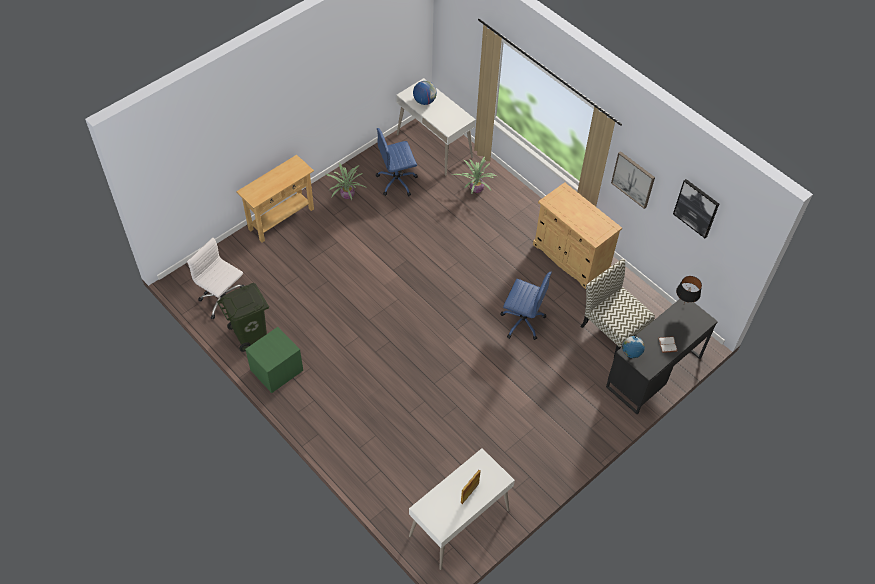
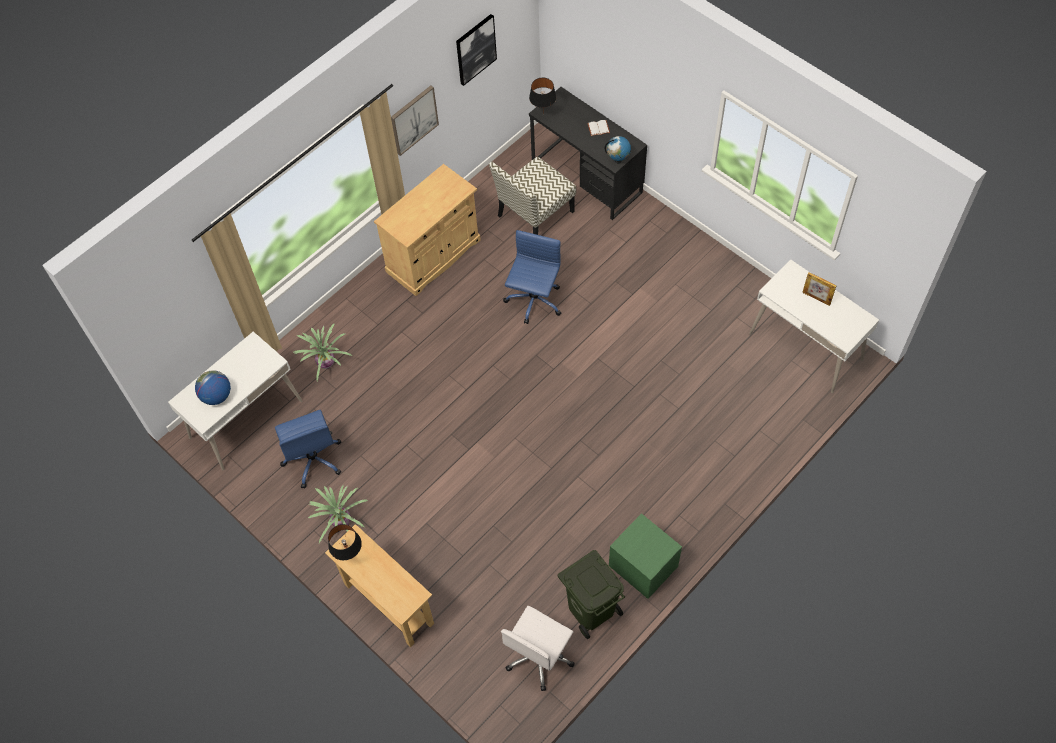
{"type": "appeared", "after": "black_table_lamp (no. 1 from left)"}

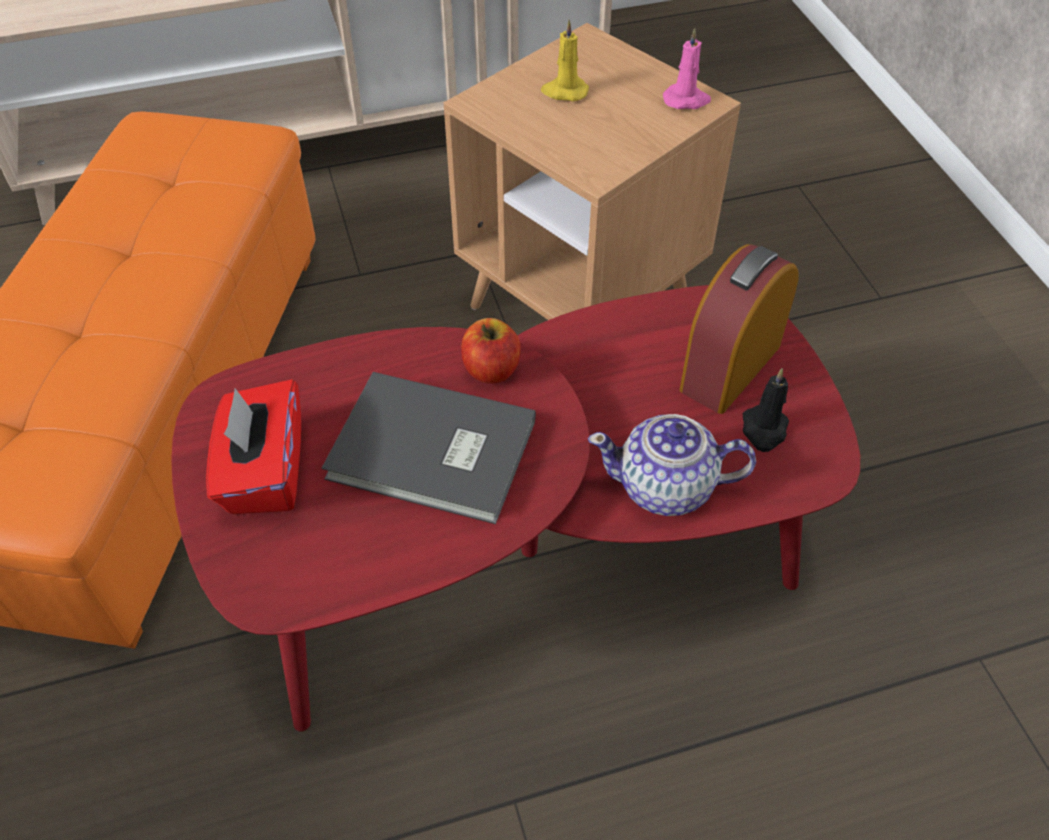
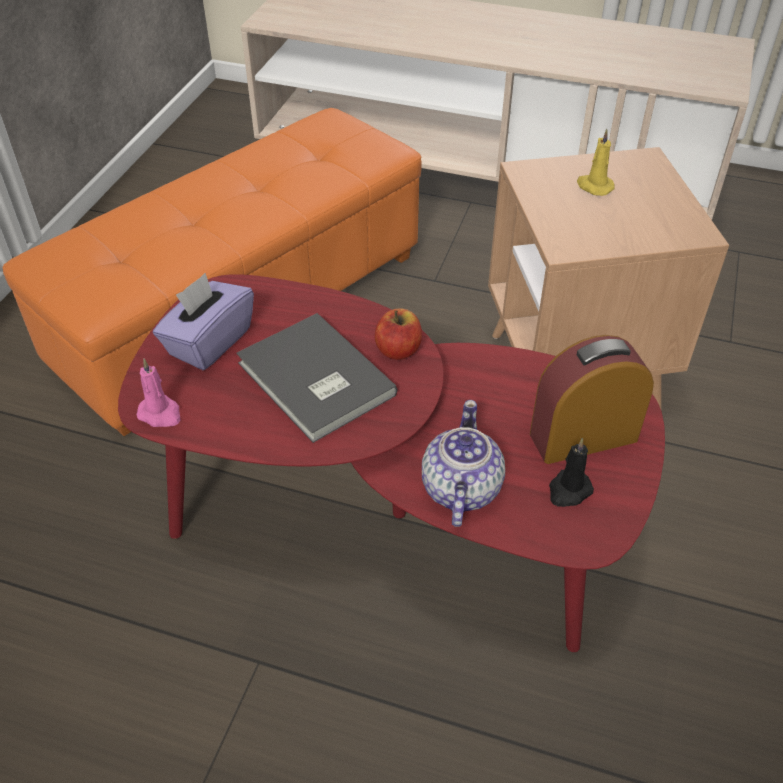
{"type": "relocated", "before": "pink_candle"}
{"type": "colour", "before": "red_tissue_box", "after": "purple_tissue_box"}
{"type": "spun", "before": "teapot", "turn": 60}

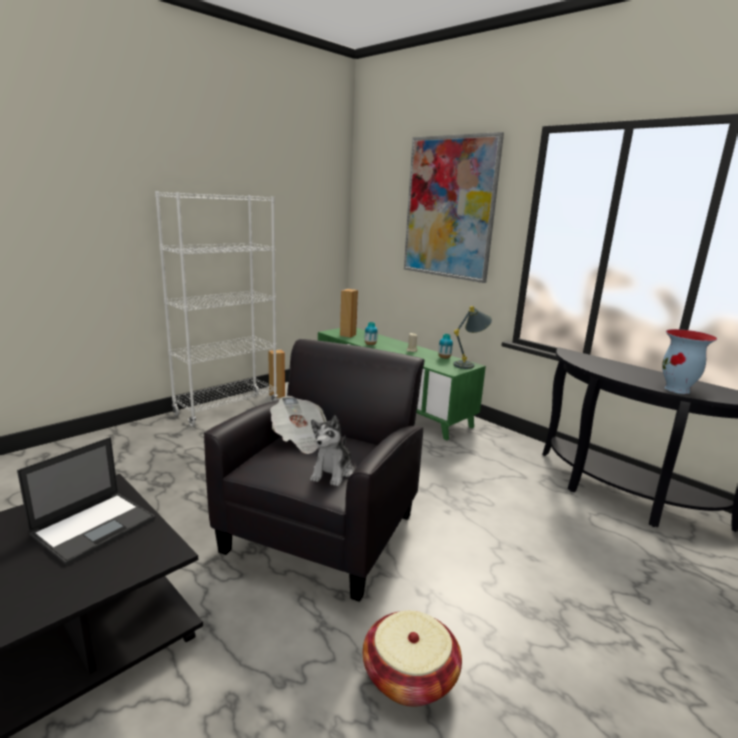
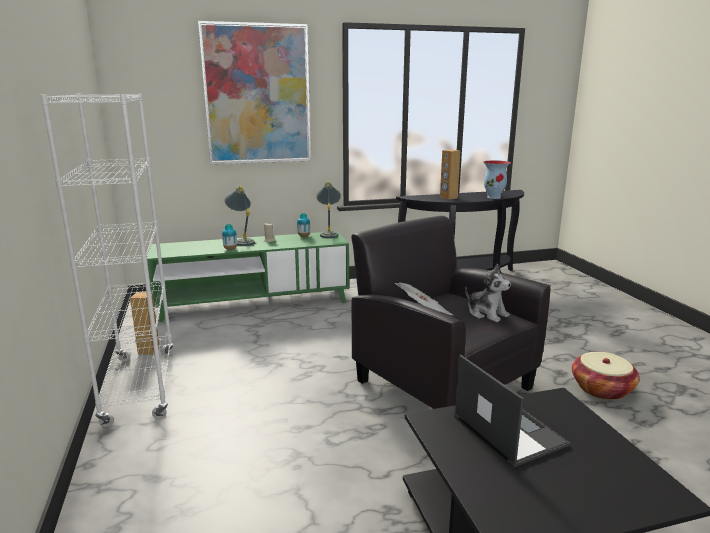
{"type": "appeared", "after": "grey_table_lamp (no. 1 from left)"}
{"type": "relocated", "before": "brown_speaker (no. 2 from left)"}

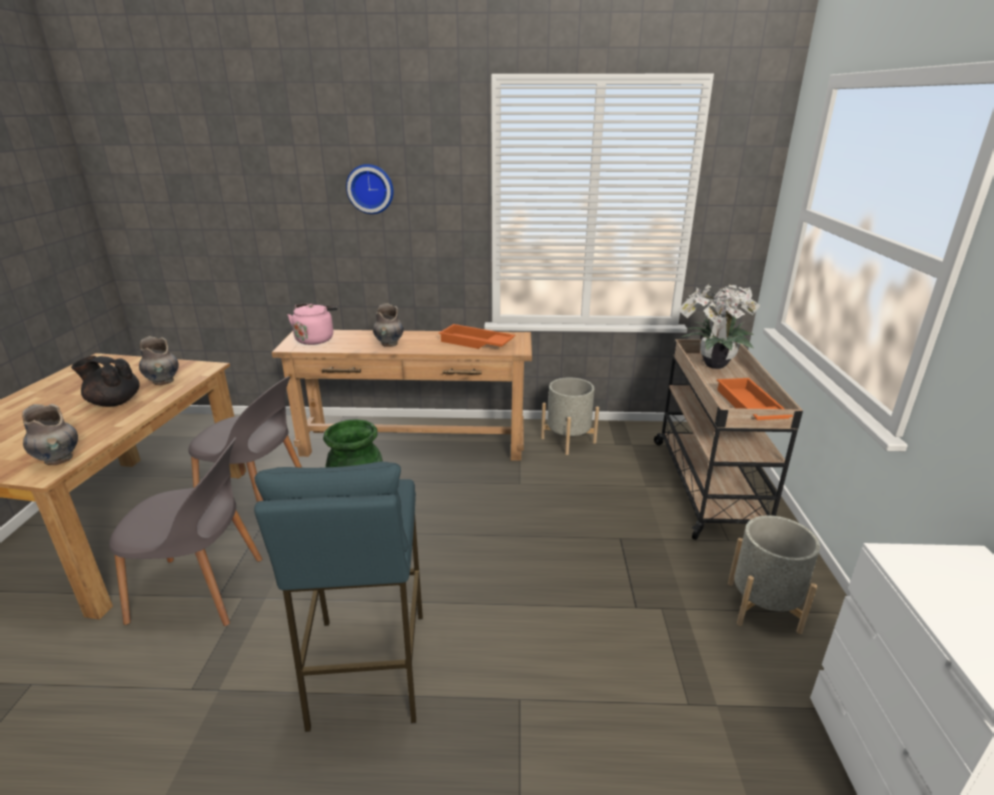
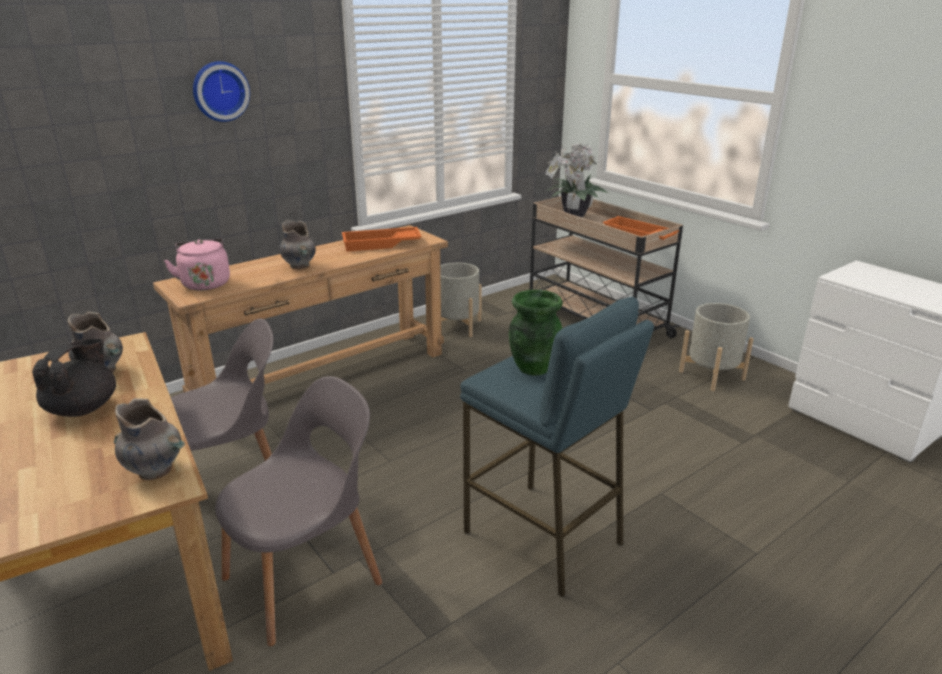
{"type": "spun", "before": "black_teapot", "turn": 135}

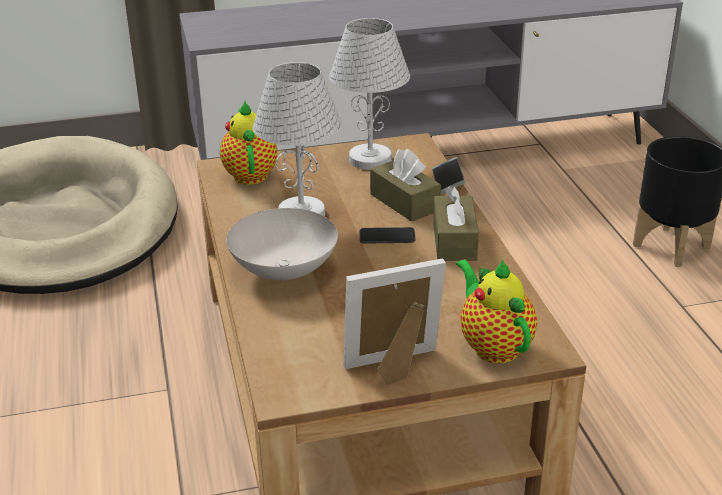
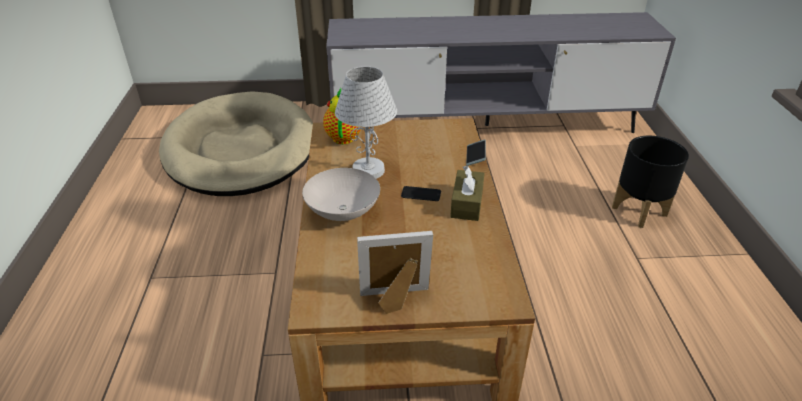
{"type": "missing", "before": "white_table_lamp (no. 2 from left)"}
{"type": "missing", "before": "brown_tissue_box (no. 1 from left)"}
{"type": "missing", "before": "teapot (no. 2 from left)"}

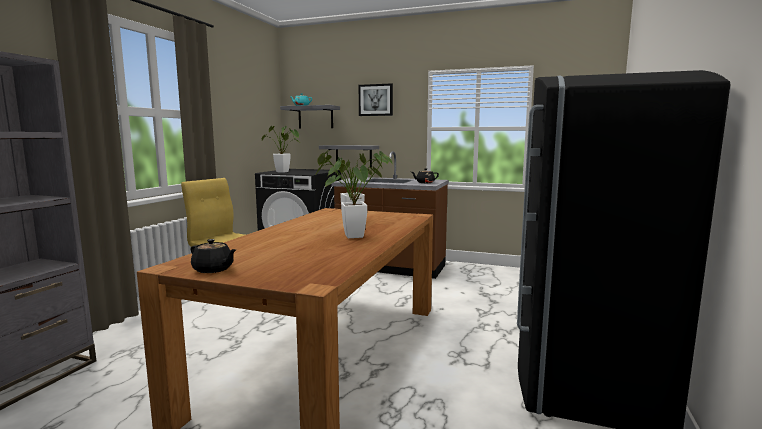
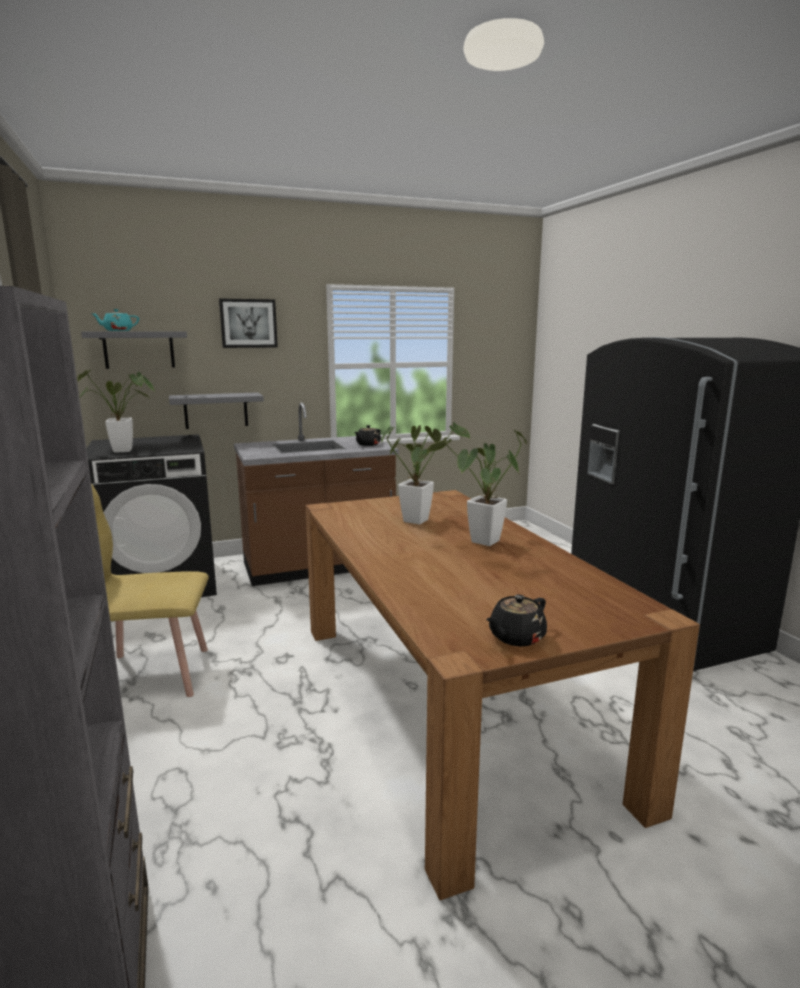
{"type": "spun", "before": "black_teapot (no. 1 from left in the first image)", "turn": 150}

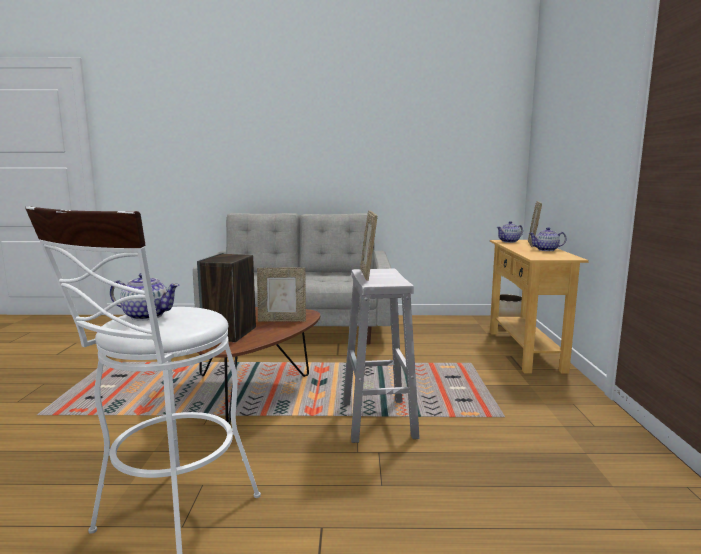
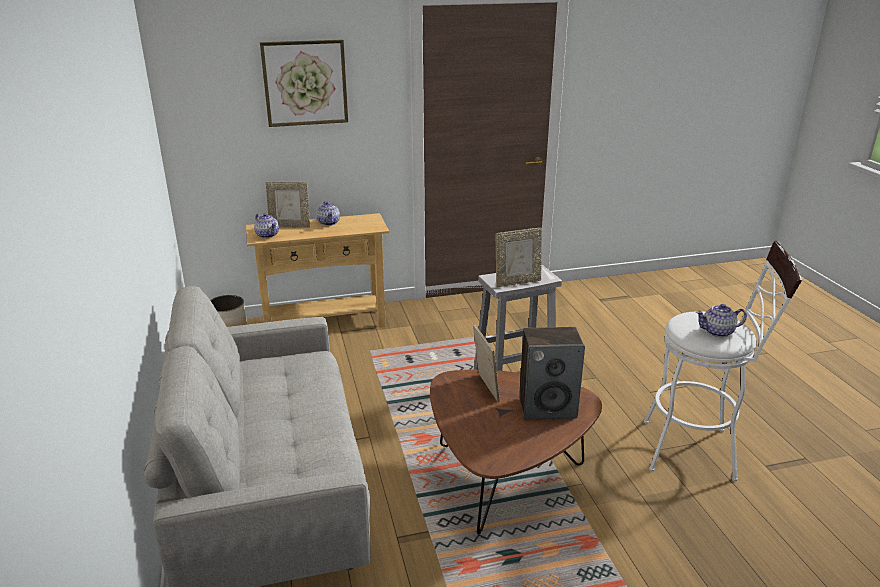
{"type": "appeared", "after": "picture"}
{"type": "spun", "before": "teapot (no. 1 from left in the first image)", "turn": -90}

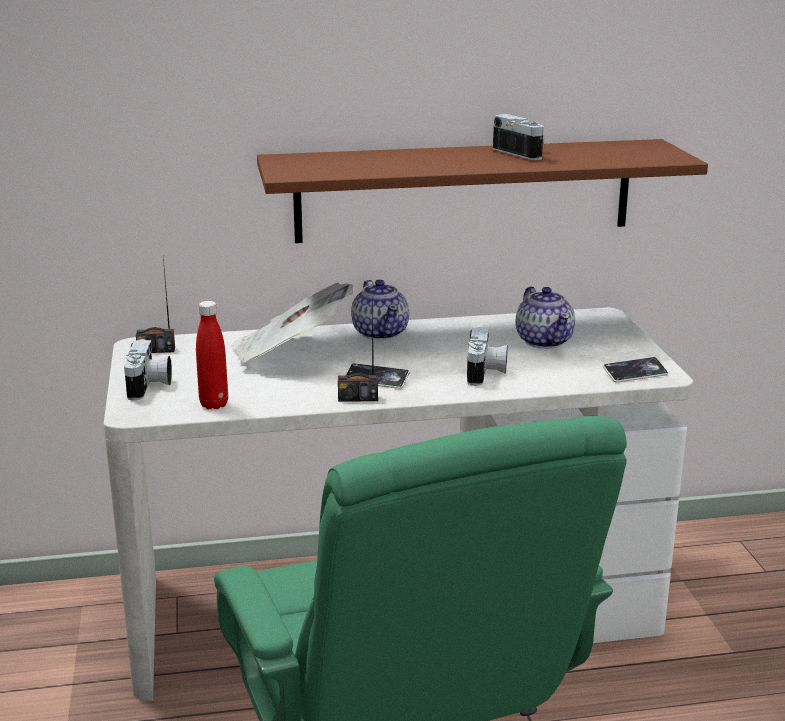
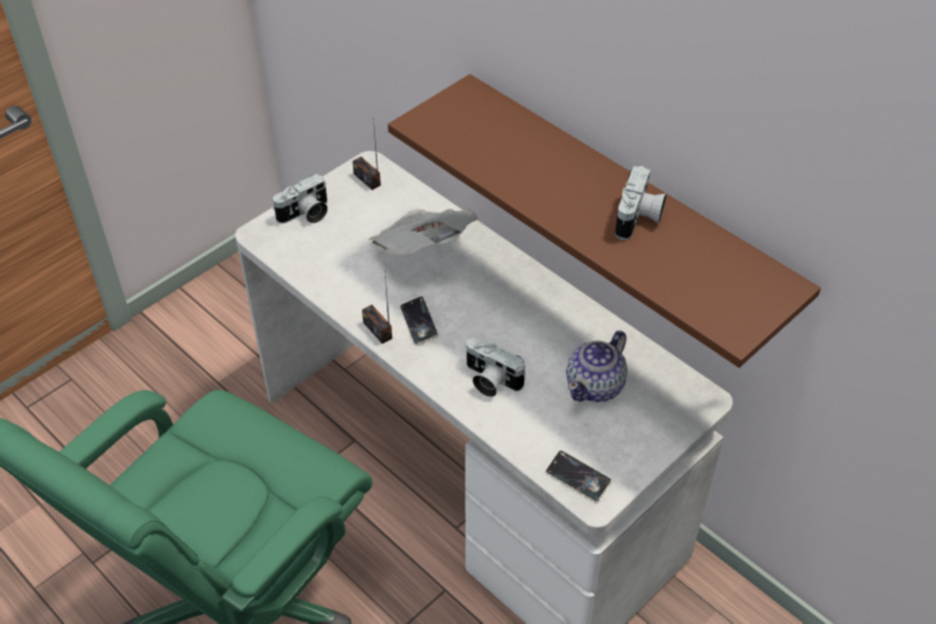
{"type": "missing", "before": "red_bottle"}
{"type": "missing", "before": "teapot (no. 1 from left)"}
{"type": "spun", "before": "photo_camera (no. 2 from left)", "turn": 60}

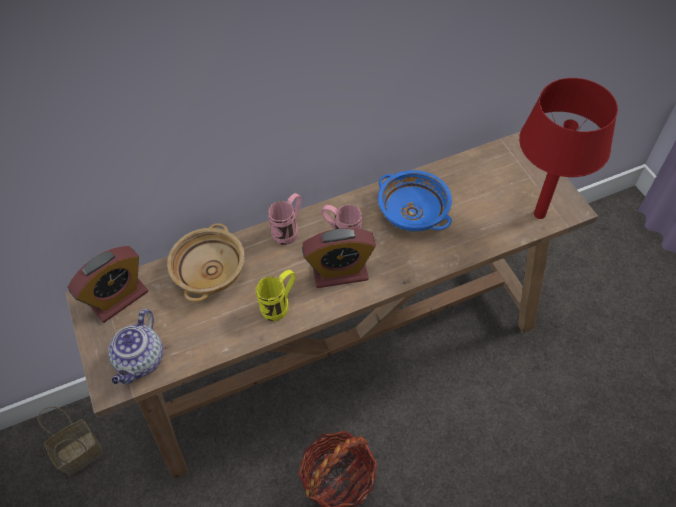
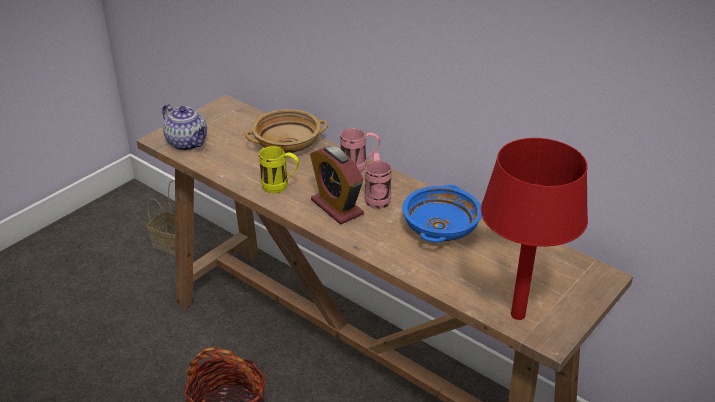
{"type": "missing", "before": "alarm_clock (no. 1 from left)"}
{"type": "spun", "before": "teapot", "turn": -120}

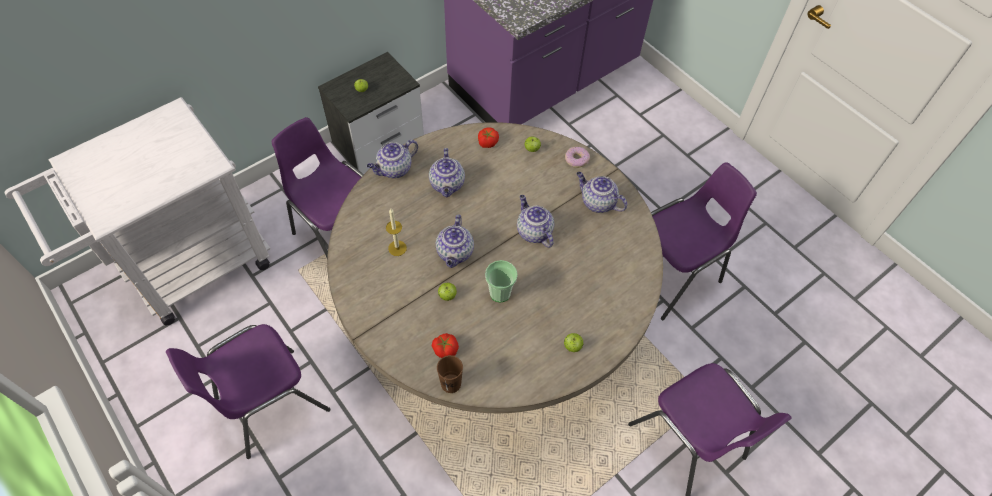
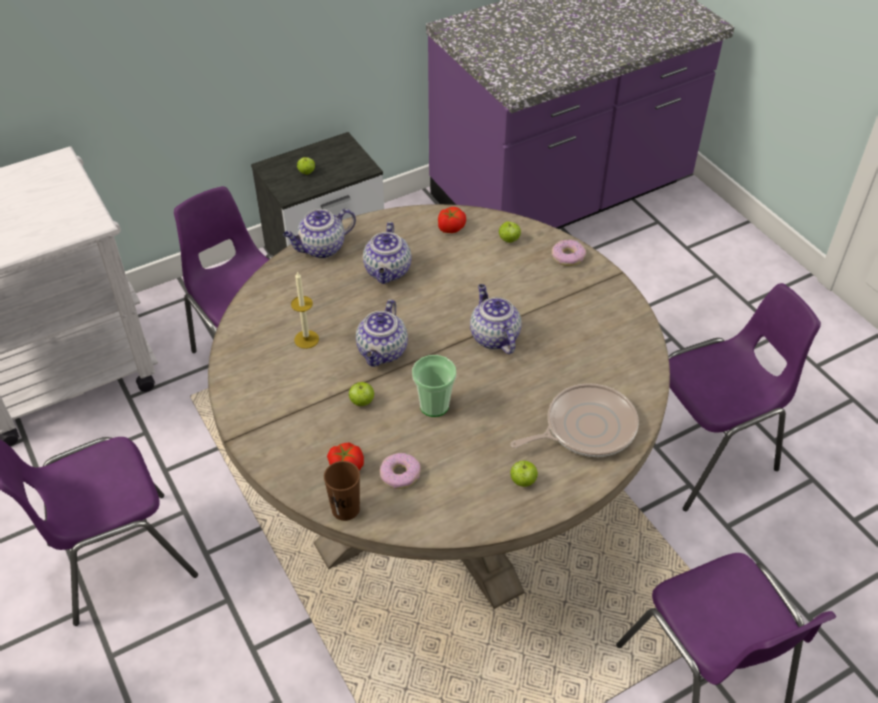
{"type": "missing", "before": "teapot (no. 5 from left)"}
{"type": "appeared", "after": "donut (no. 1 from left)"}
{"type": "appeared", "after": "frying_pan"}

